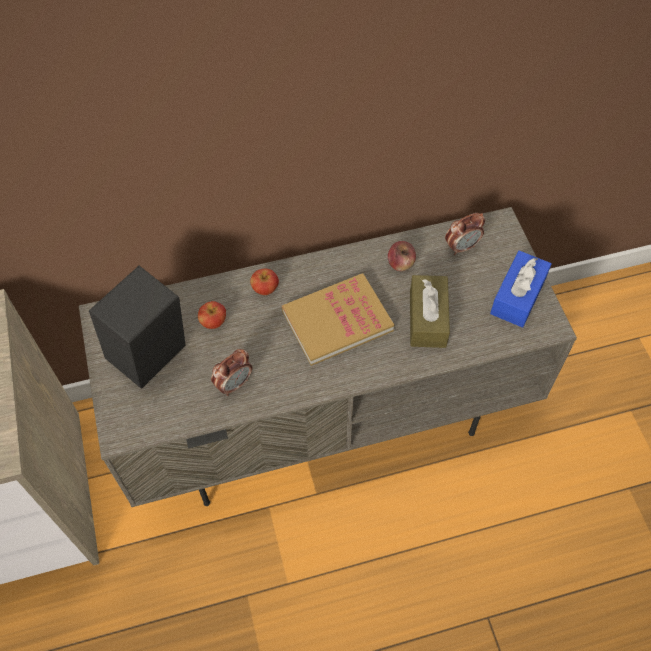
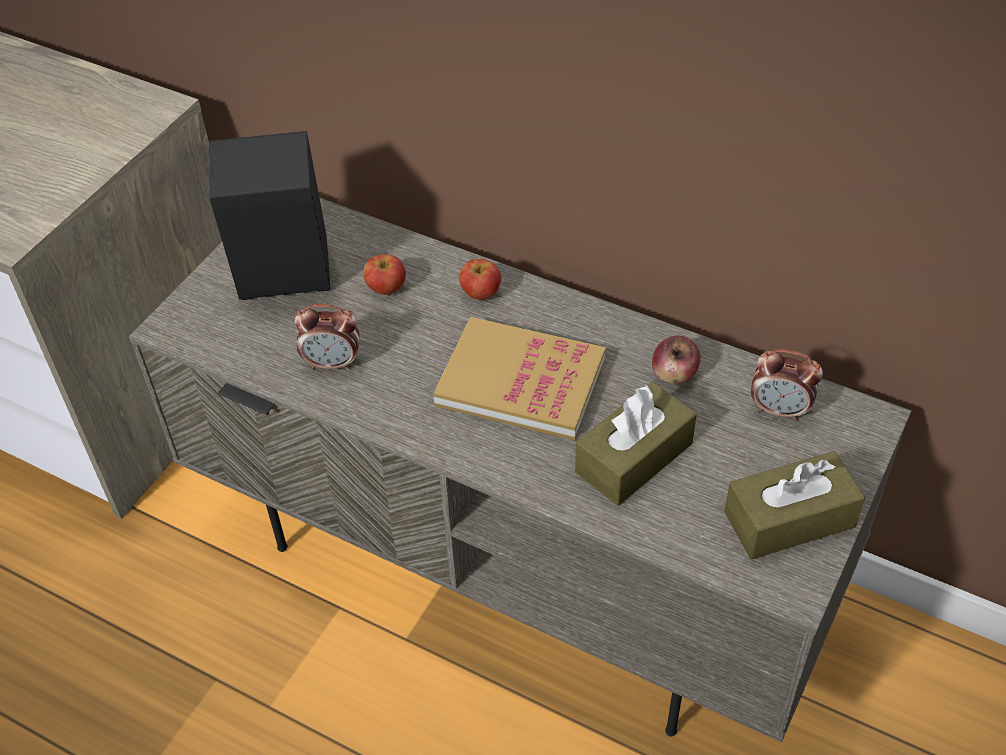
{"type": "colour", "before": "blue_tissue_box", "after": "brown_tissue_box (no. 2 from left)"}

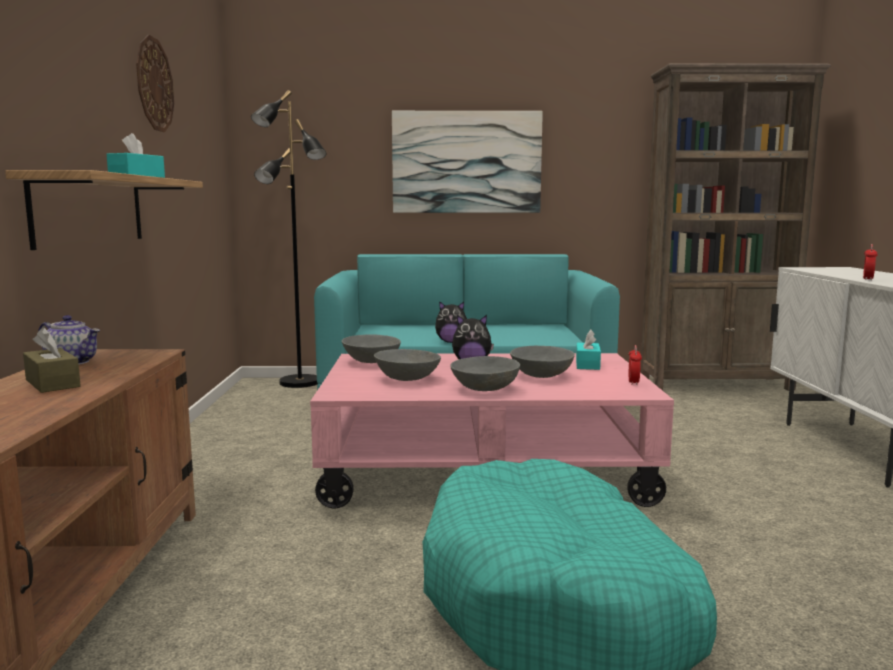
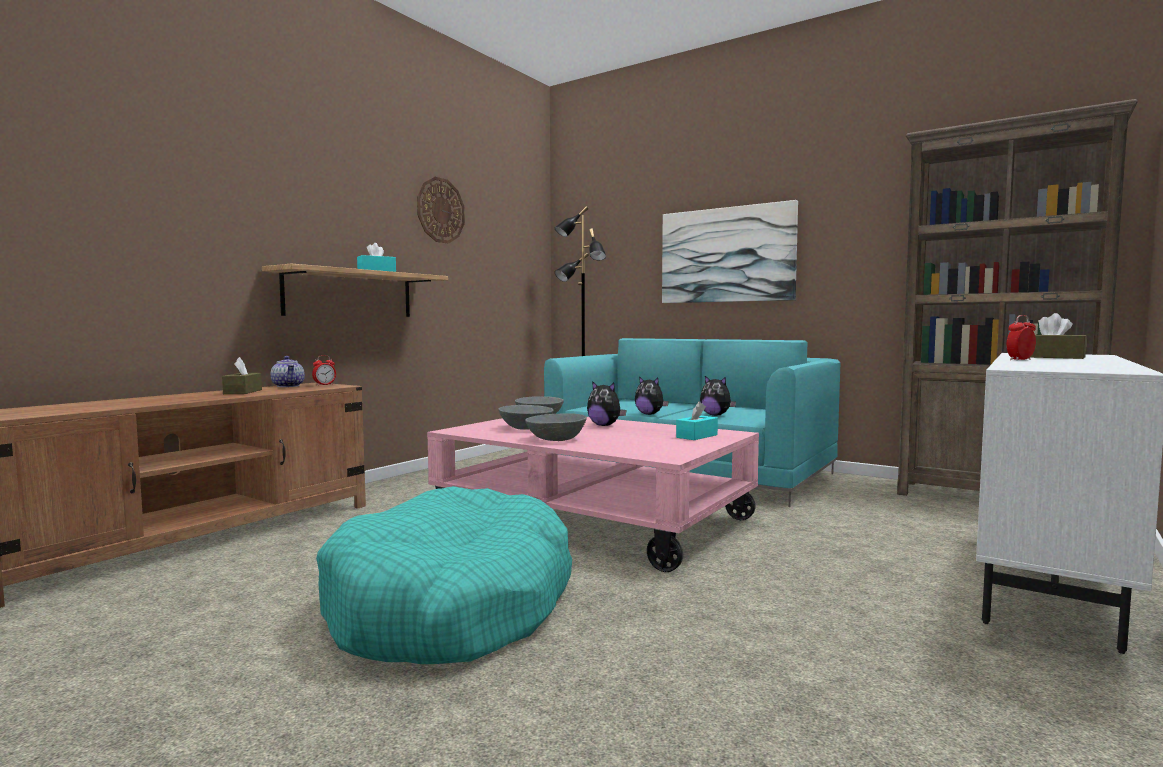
{"type": "missing", "before": "grey_bowl (no. 4 from left)"}
{"type": "appeared", "after": "plush_toy (no. 3 from left)"}
{"type": "appeared", "after": "brown_tissue_box (no. 2 from left)"}
{"type": "relocated", "before": "alarm_clock (no. 1 from left)"}

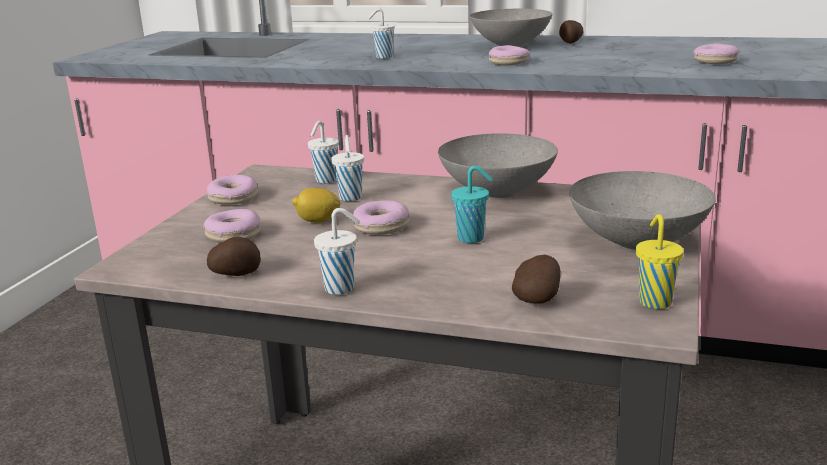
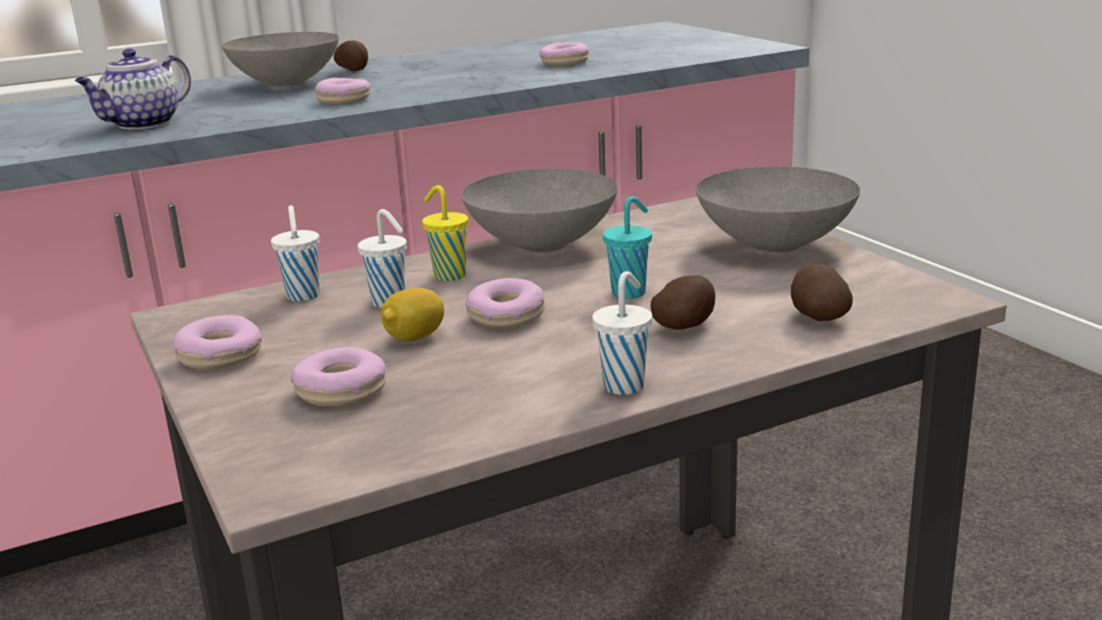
{"type": "relocated", "before": "potato (no. 1 from left in the first image)", "after": "potato (no. 2 from left)"}
{"type": "relocated", "before": "yellow_cup"}
{"type": "exchanged", "before": "white_cup (no. 4 from left)", "after": "teapot"}

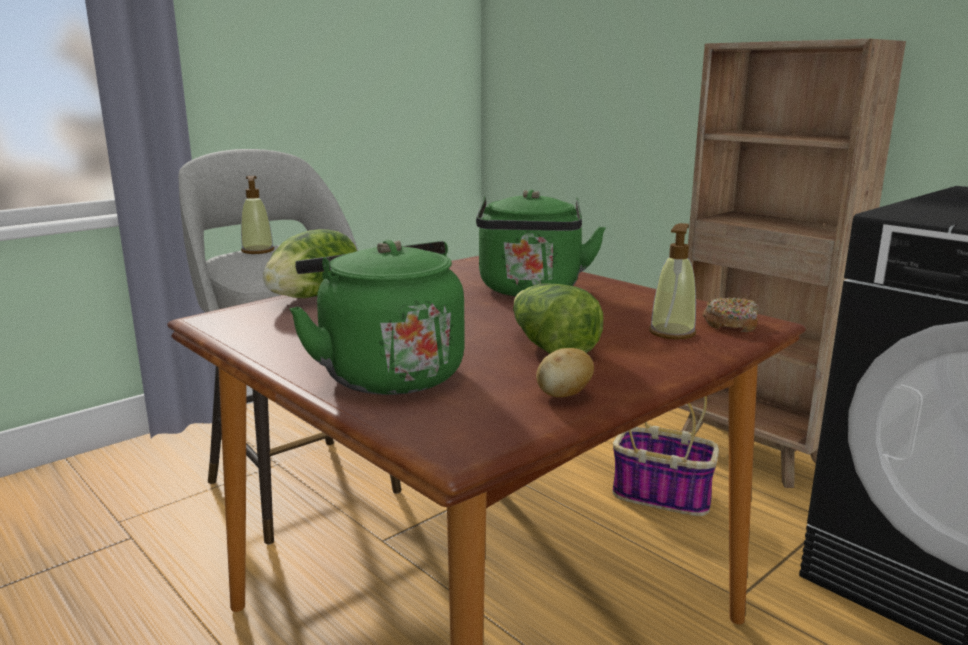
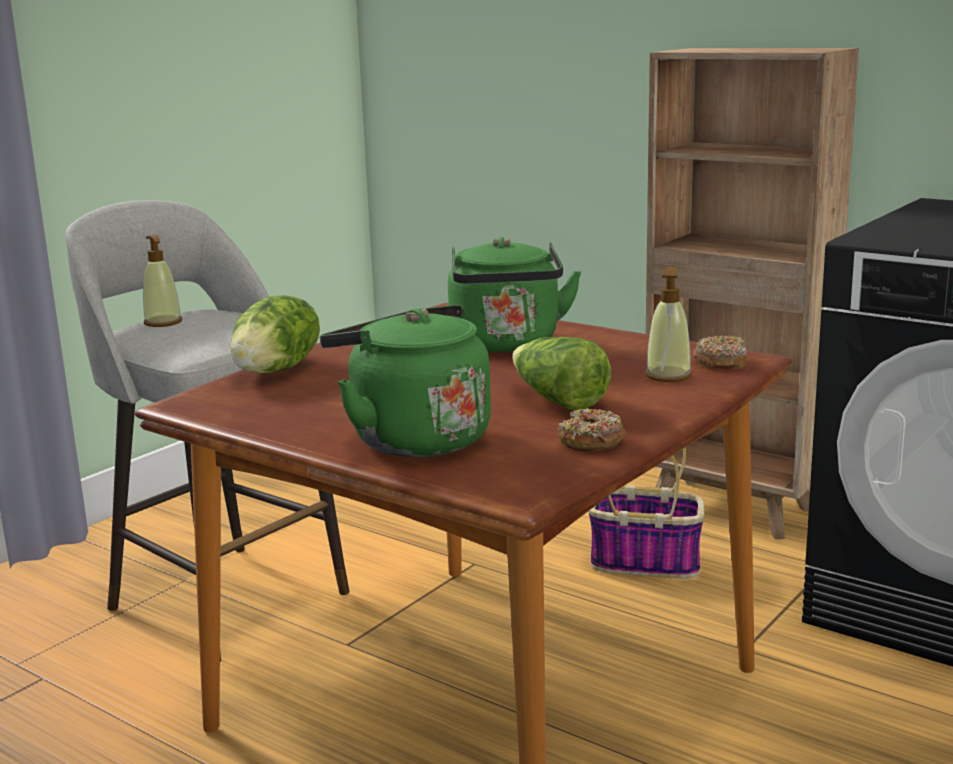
{"type": "exchanged", "before": "potato", "after": "donut (no. 1 from left)"}

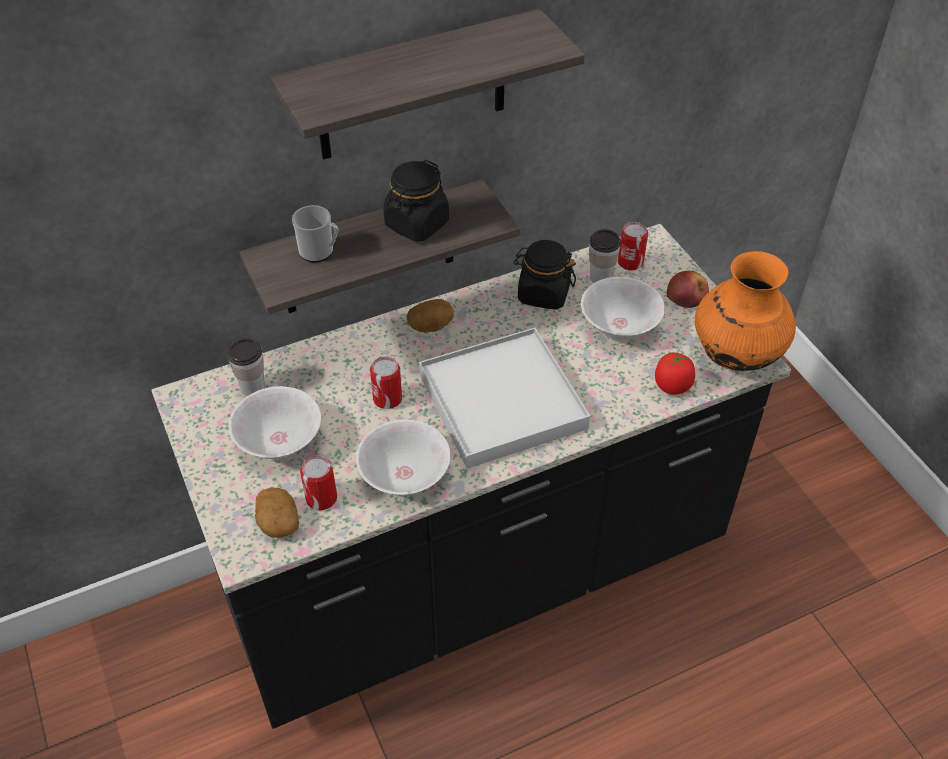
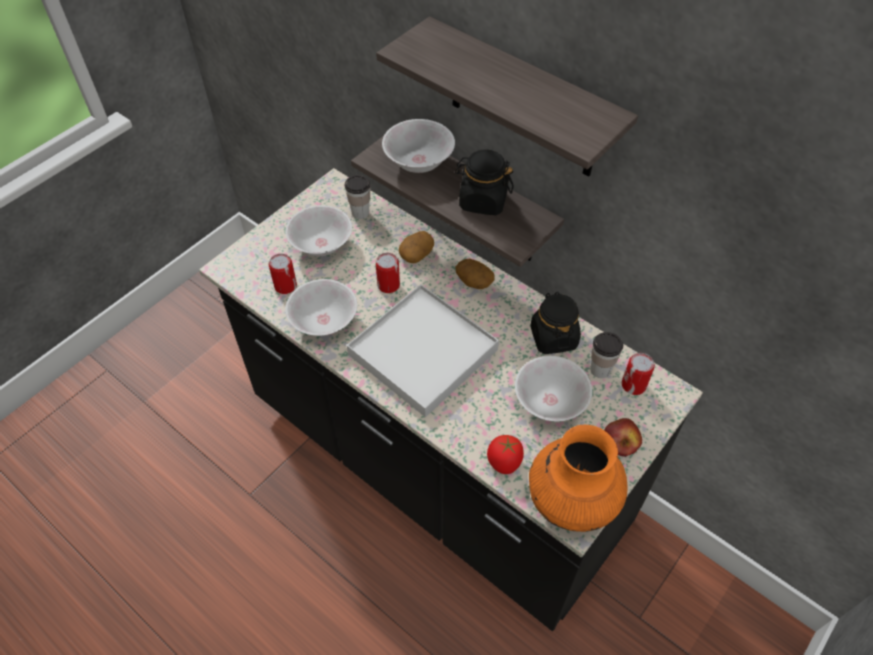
{"type": "relocated", "before": "potato (no. 1 from left)"}
{"type": "exchanged", "before": "mug", "after": "white_bowl (no. 3 from left)"}

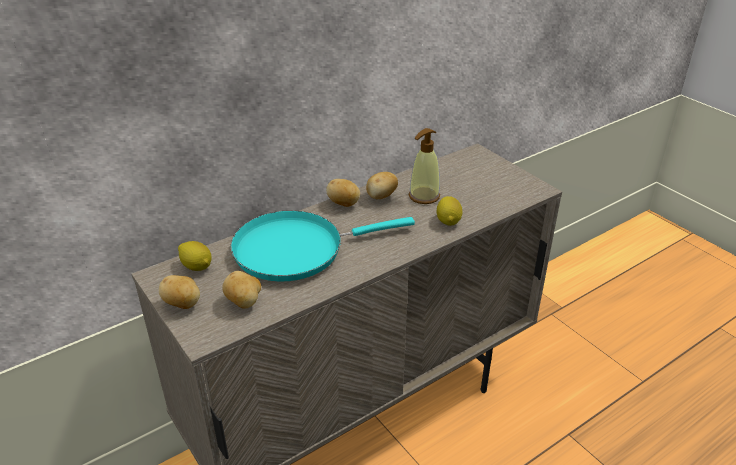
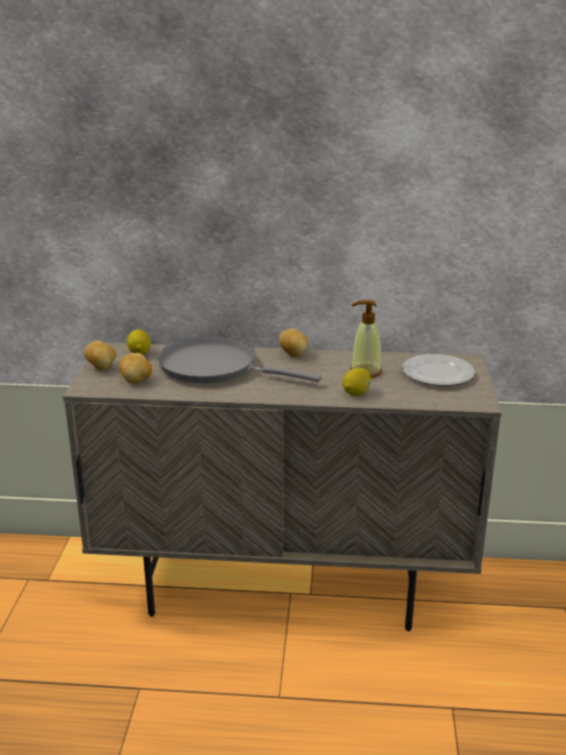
{"type": "missing", "before": "potato (no. 4 from left)"}
{"type": "appeared", "after": "plate"}
{"type": "colour", "before": "turquoise_frying_pan", "after": "grey_frying_pan"}

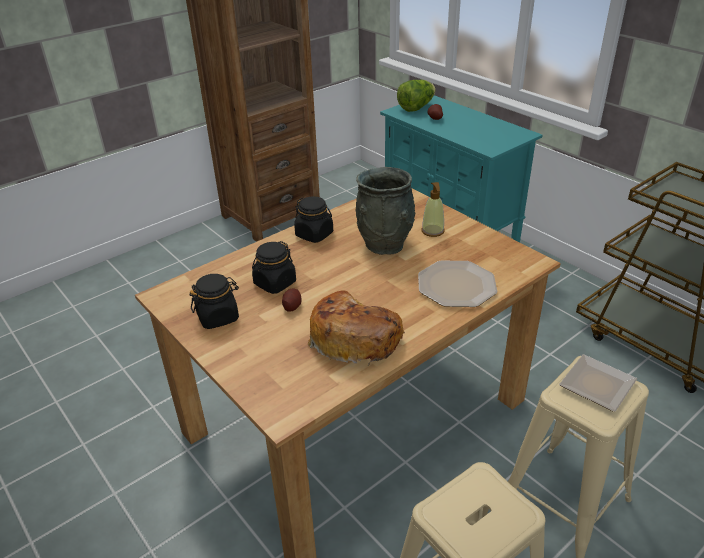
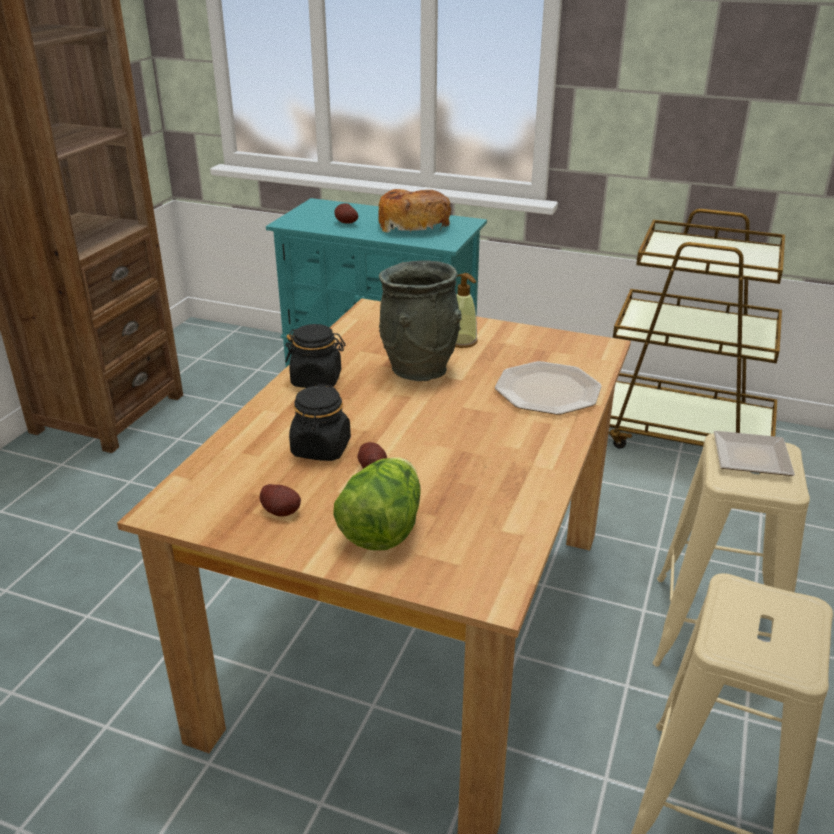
{"type": "relocated", "before": "bread"}
{"type": "relocated", "before": "lettuce"}
{"type": "exchanged", "before": "black_jar (no. 1 from left)", "after": "potato (no. 1 from left)"}

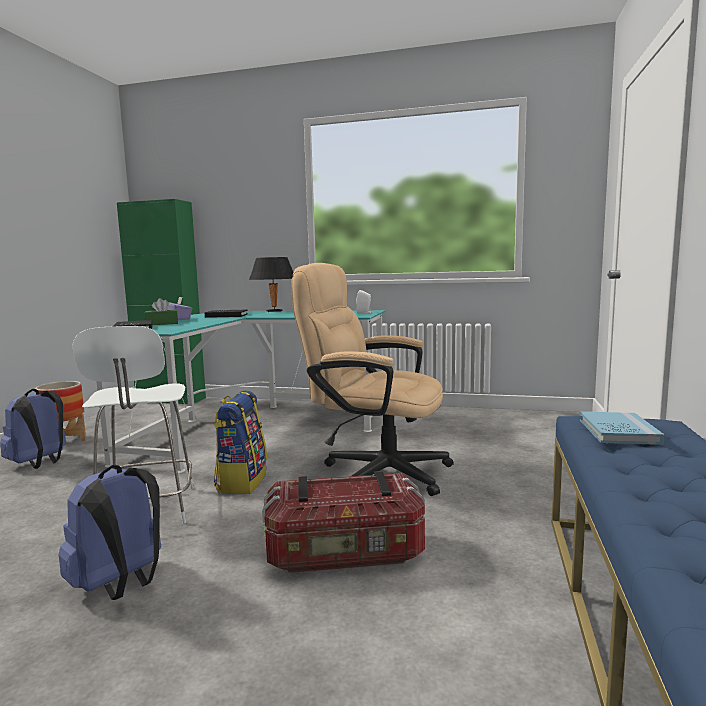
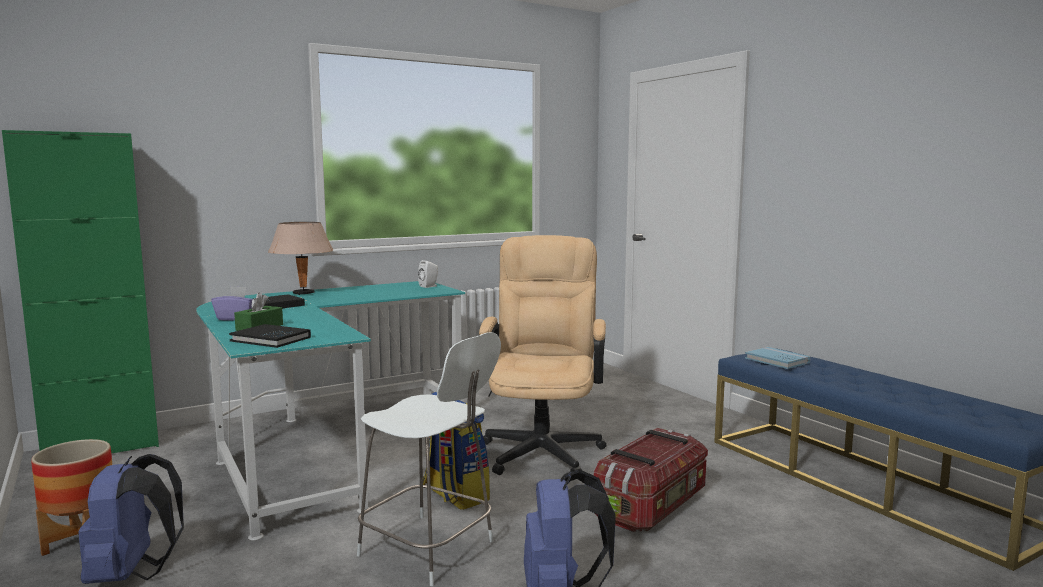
{"type": "colour", "before": "black_table_lamp", "after": "beige_table_lamp"}
{"type": "spun", "before": "beige_office_chair", "turn": 120}

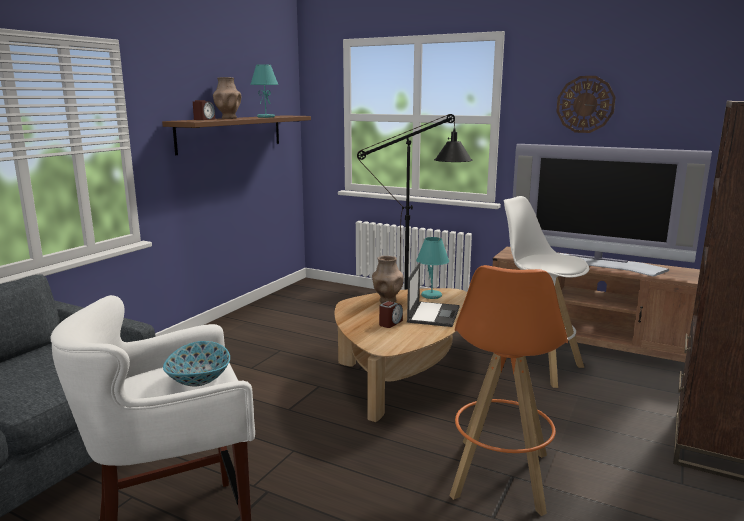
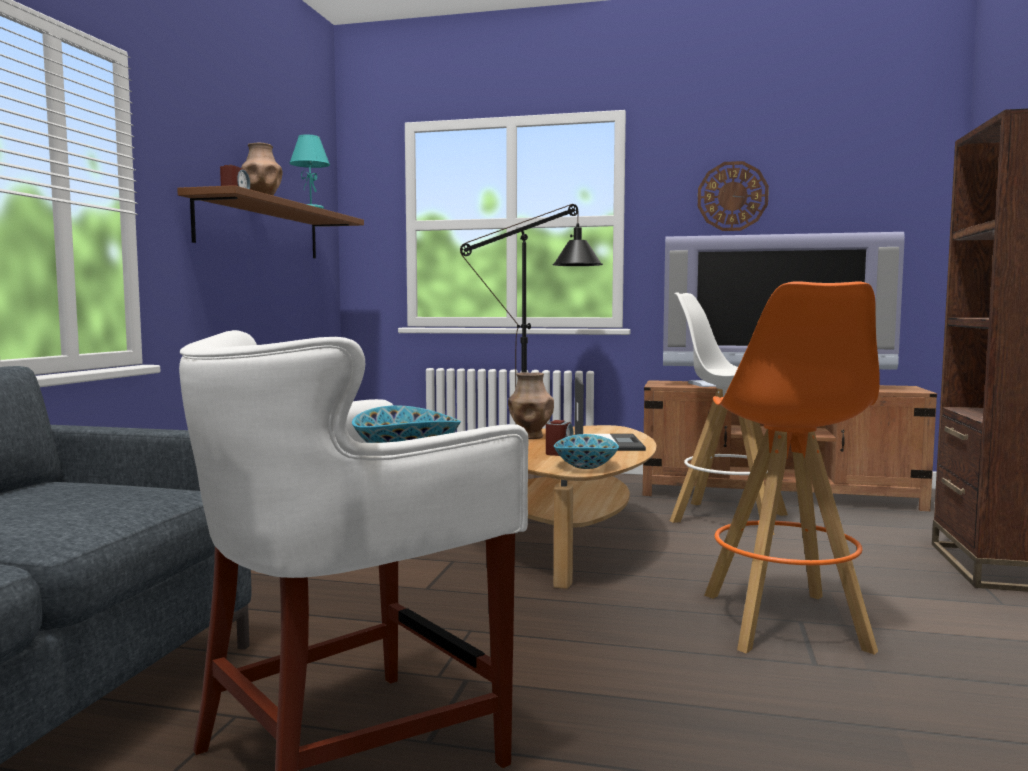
{"type": "missing", "before": "turquoise_table_lamp (no. 2 from left)"}
{"type": "appeared", "after": "bowl (no. 2 from left)"}

